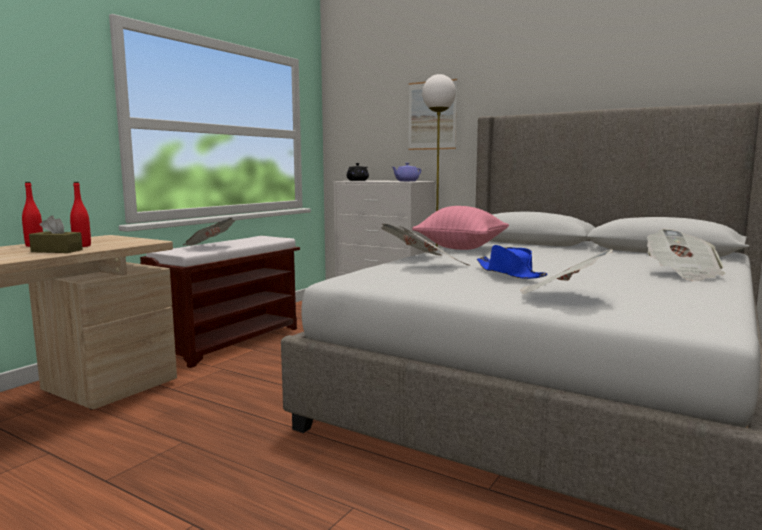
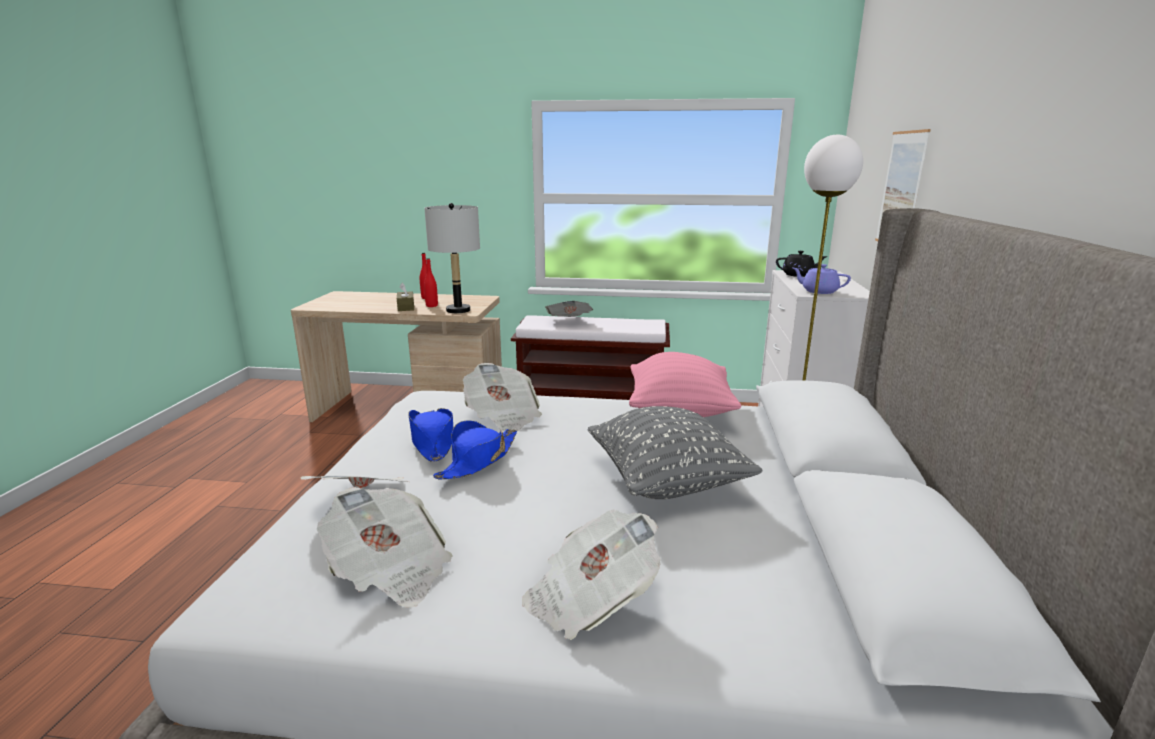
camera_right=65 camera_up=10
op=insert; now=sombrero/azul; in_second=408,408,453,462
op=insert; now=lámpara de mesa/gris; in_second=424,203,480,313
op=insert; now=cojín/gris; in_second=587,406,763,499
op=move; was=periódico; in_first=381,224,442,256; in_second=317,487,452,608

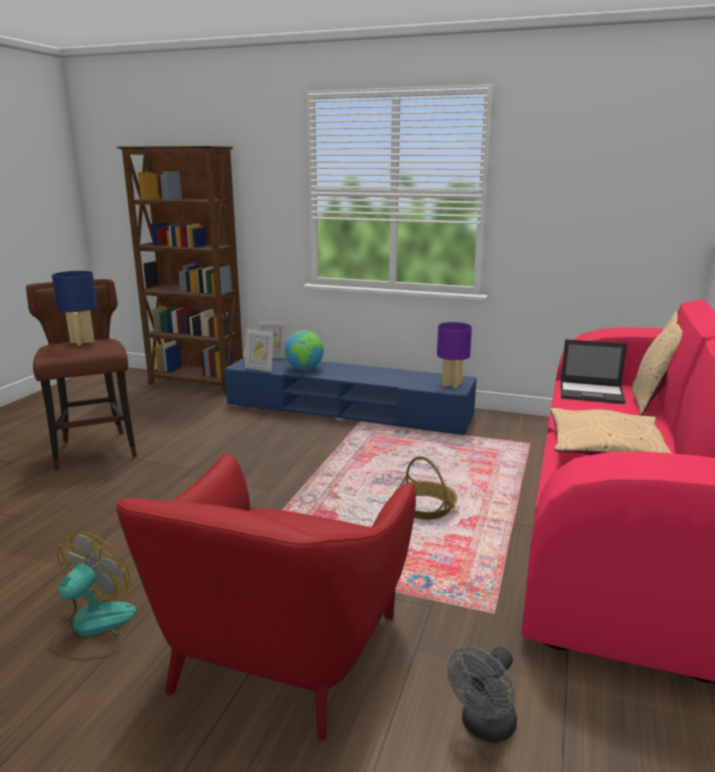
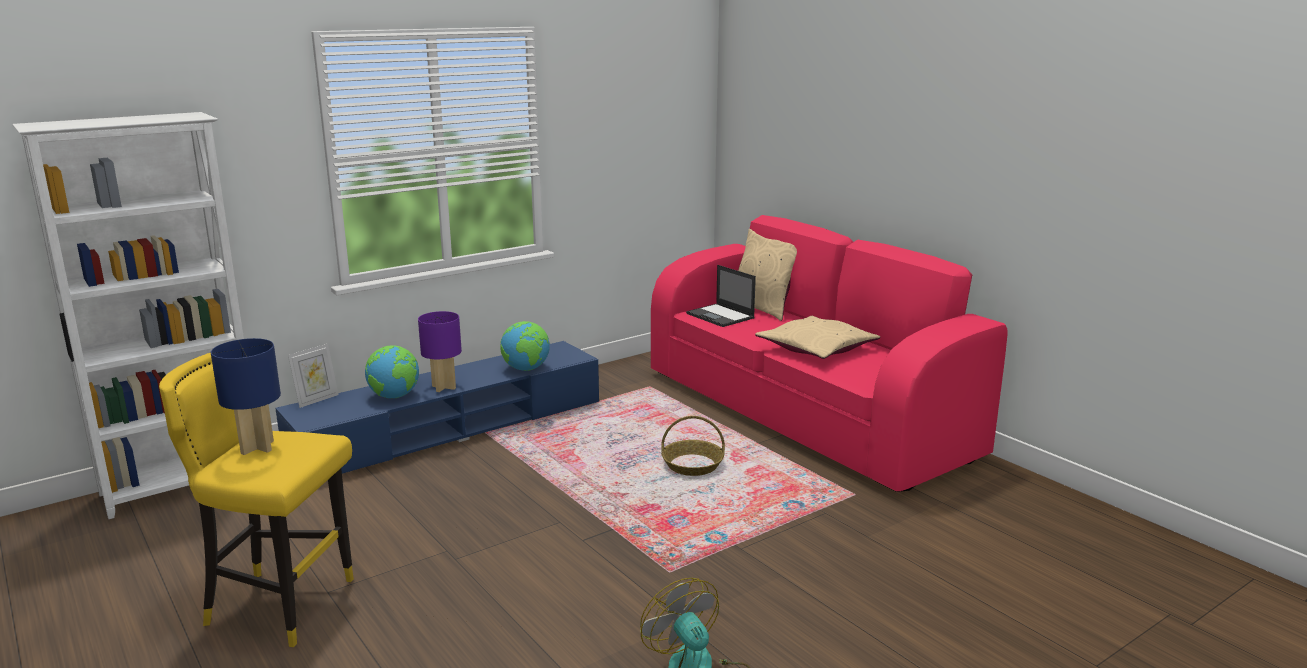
camera_right=-55 camera_up=0
op=delete; was=sillón/rojo; in_first=116,454,416,740
op=delete; was=portarretratos; in_first=245,328,274,372
op=delete; was=ventilador/gris; in_first=447,646,517,743
op=insert; now=globo terráqueo; in_second=500,321,550,371
op=move; was=lámpara de mesa/morado; in_first=437,322,472,388; in_second=418,311,462,392
op=recolor; was=taburete/marrón; now=taburete/amarillo; in_first=26,279,137,470; in_second=159,352,354,647
op=recolor; was=estantería/marrón; now=estantería/blanco; in_first=117,146,243,394; in_second=12,112,244,519
op=rotate; was=portátil; in_first=560,339,627,404; in_second=686,265,756,327; clockwise=90

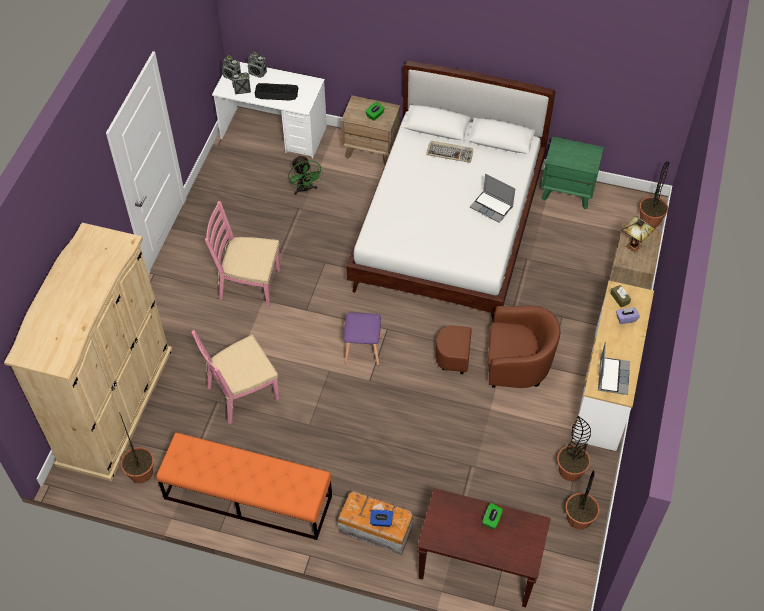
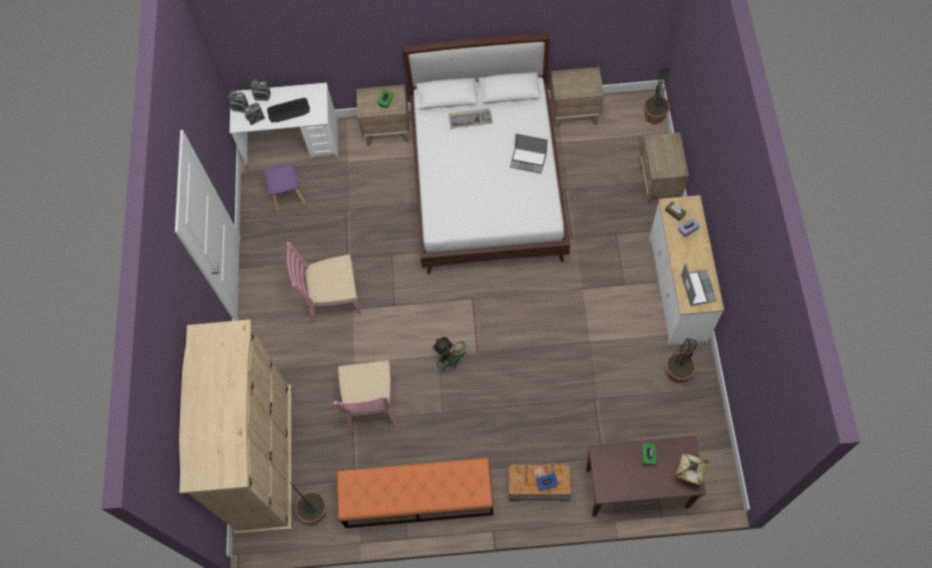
camera_right=-15 camera_up=10
op=delete; was=sillón/marrón; in_first=435,306,560,388
op=delete; was=planta en maceta; in_first=566,470,599,530
op=move; was=ventilador/verde; in_first=288,155,323,195; in_second=433,336,469,373
op=move; was=taburete/morado; in_first=344,313,382,366; in_second=264,163,306,213
op=move; was=lámpara de mesa; in_first=621,216,656,252; in_second=675,452,709,486
op=recolor; was=mesita de noche/verde; now=mesita de noche/marrón; in_first=541,136,604,209; in_second=550,67,604,129
op=rotate; was=silla/rosa; in_first=192,330,279,424; in_second=334,360,397,432; clockwise=-45

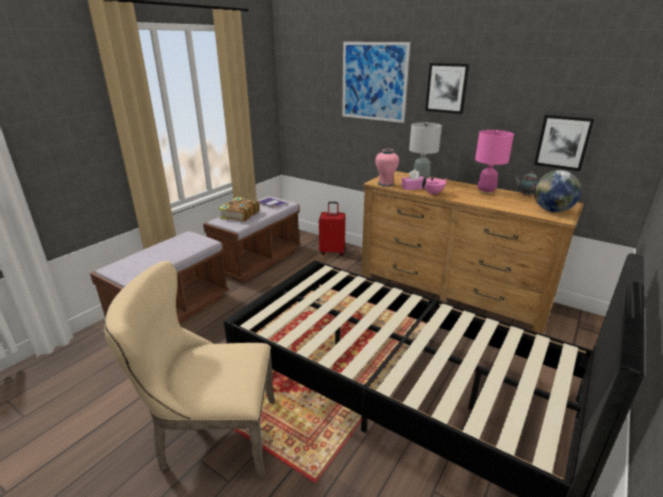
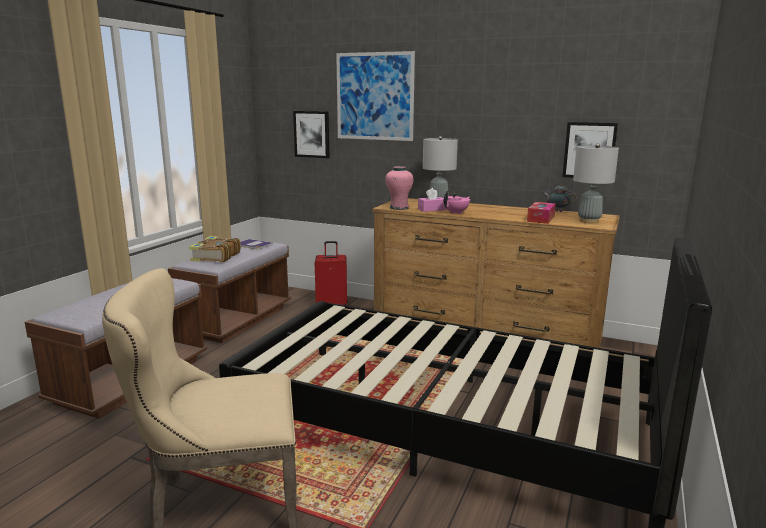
camera_right=-10 camera_up=-10
op=delete; was=lámpara de mesa/rosa; in_first=475,130,514,195
op=insert; now=caja de pañuelos; in_second=527,202,556,224
op=move; was=cuadro; in_first=425,63,470,114; in_second=293,111,330,158
op=replace; was=globo terráqueo; now=lámpara de mesa/gris; in_first=534,170,581,213; in_second=573,144,619,224

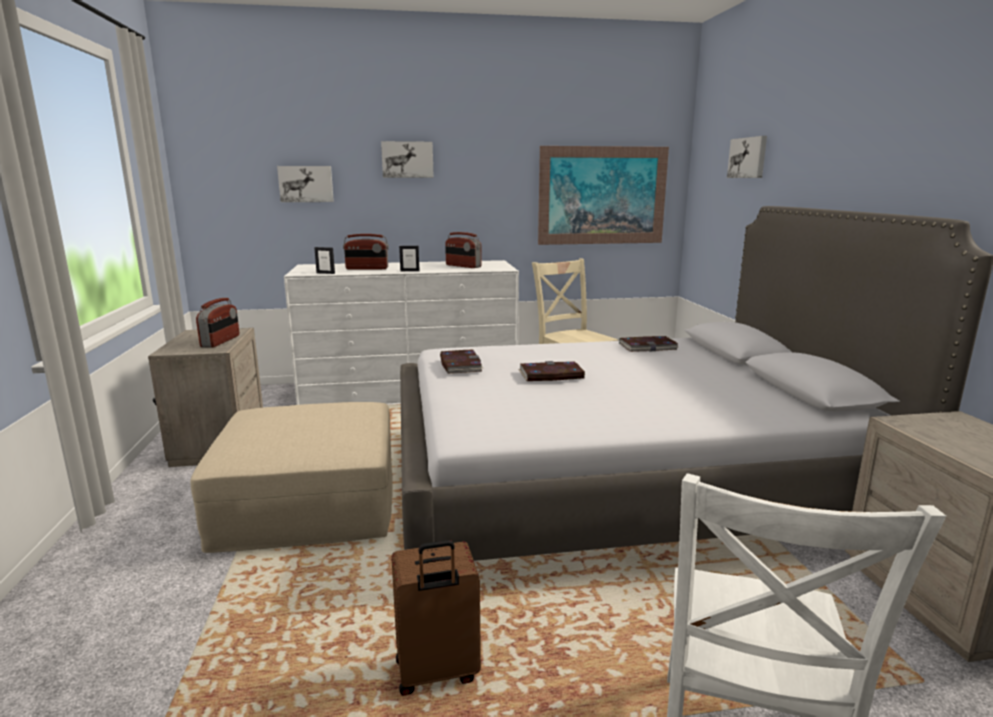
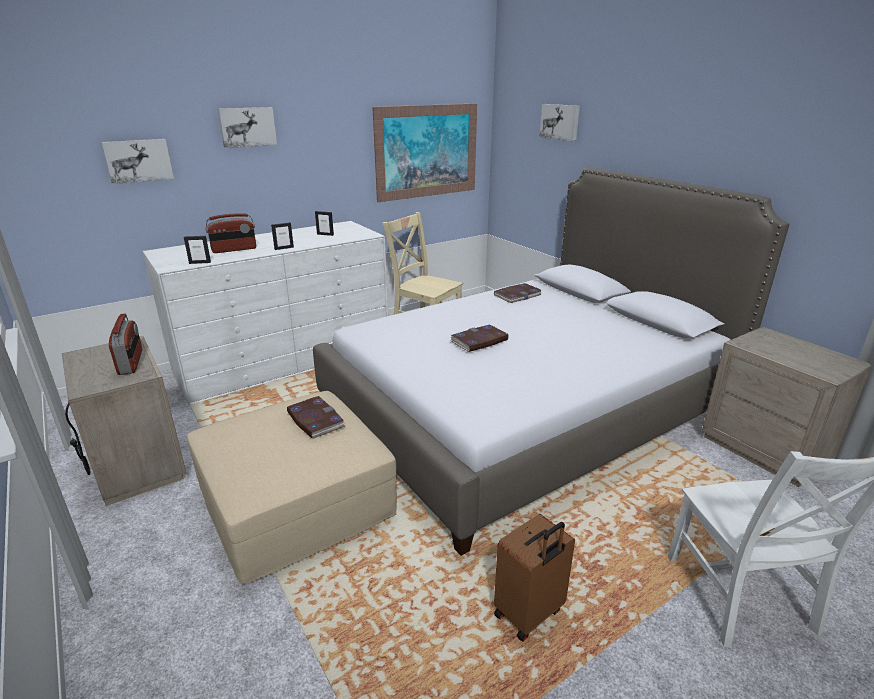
camera_right=-25 camera_up=10
op=move; was=libro; in_first=440,350,483,374; in_second=287,396,345,439
op=replace; was=radio; now=portarretratos; in_first=445,232,482,268; in_second=315,211,334,236

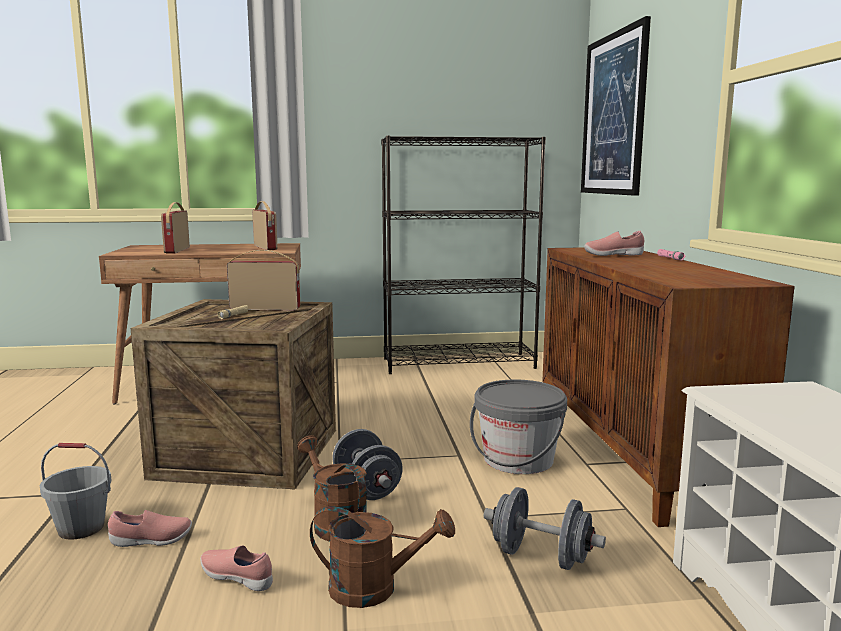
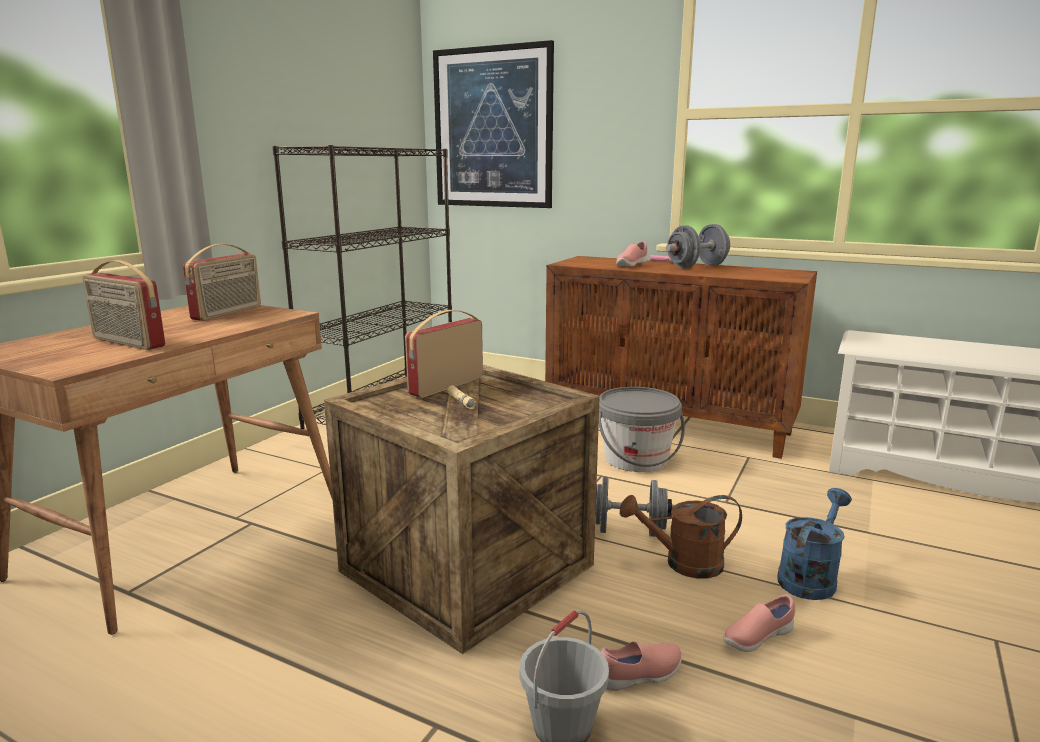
camera_right=-55 camera_up=5
op=move; was=mancuerna/gris; in_first=484,487,606,570; in_second=666,224,730,268
op=recolor; was=regadera/marrón; now=regadera/azul; in_first=310,506,455,608; in_second=778,488,852,600
op=rotate; was=zapato/rosa; in_first=108,510,192,547; in_second=601,642,682,691; clockwise=45
op=rotate; was=radio; in_first=252,201,278,250; in_second=183,244,261,321; clockwise=105

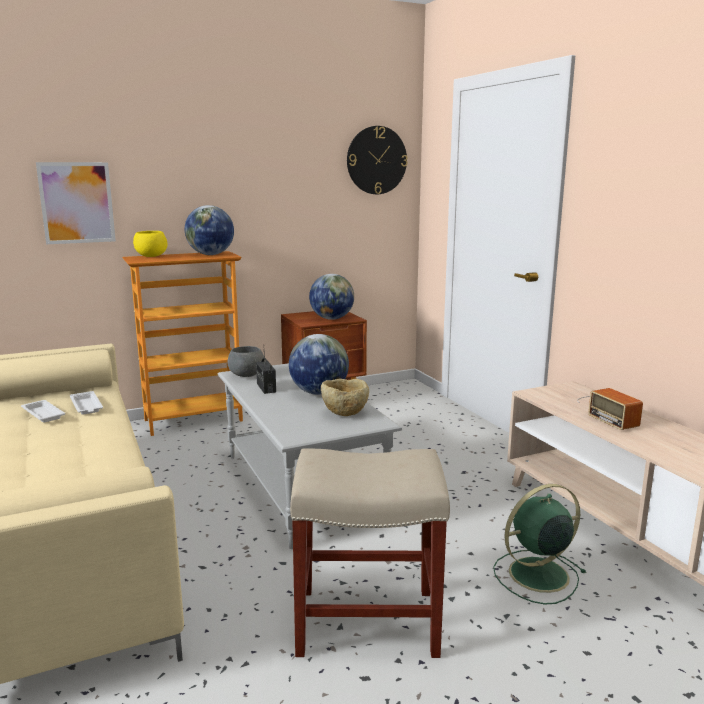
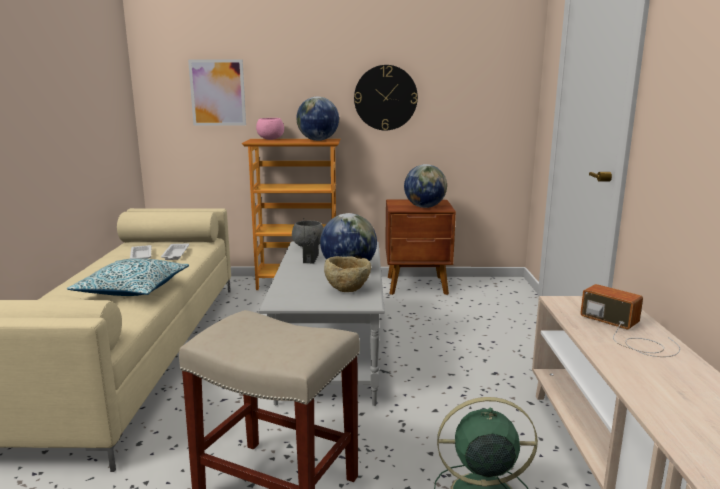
camera_right=25 camera_up=0
op=insert; now=cojín; in_second=67,258,189,296
op=move; was=reloj de pared; in_first=347,126,408,194; in_second=354,65,418,130
op=recolor; was=cuenco/amarillo; now=cuenco/rosa; in_first=133,231,167,257; in_second=256,118,284,140
op=rotate; was=radio; in_first=577,388,643,430; in_second=580,284,680,357; clockwise=135

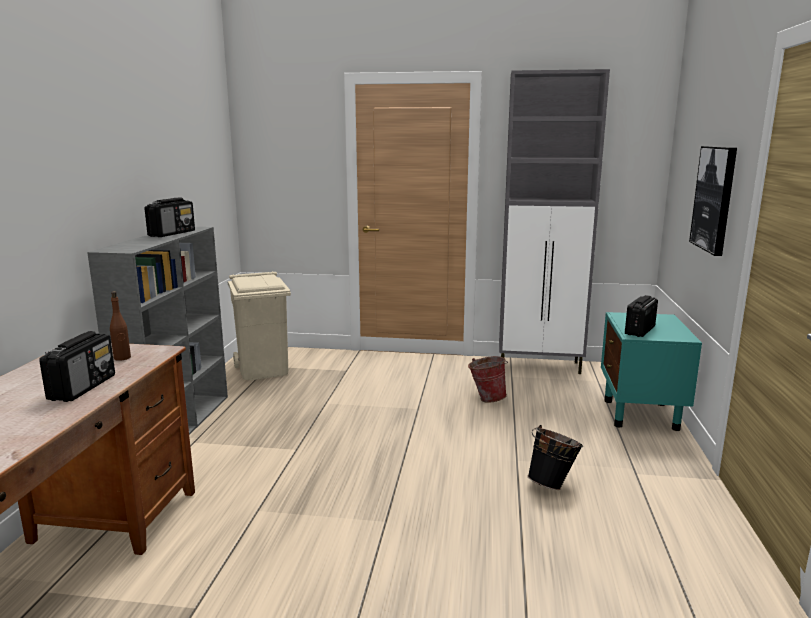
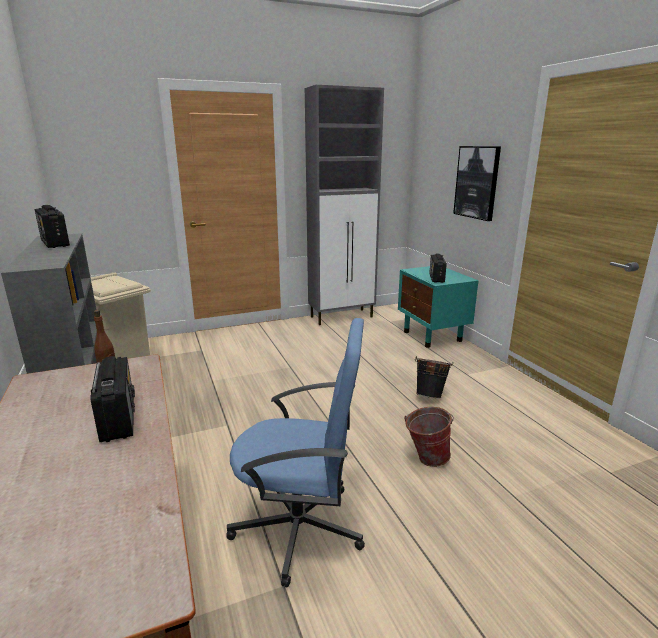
camera_right=-30 camera_up=5
op=insert; now=silla de oficina/azul; in_second=226,318,365,588
op=move; was=cubo; in_first=468,356,508,403; in_second=404,407,454,467
op=rotate; was=radio; in_first=144,197,195,237; in_second=35,205,70,248; clockwise=150

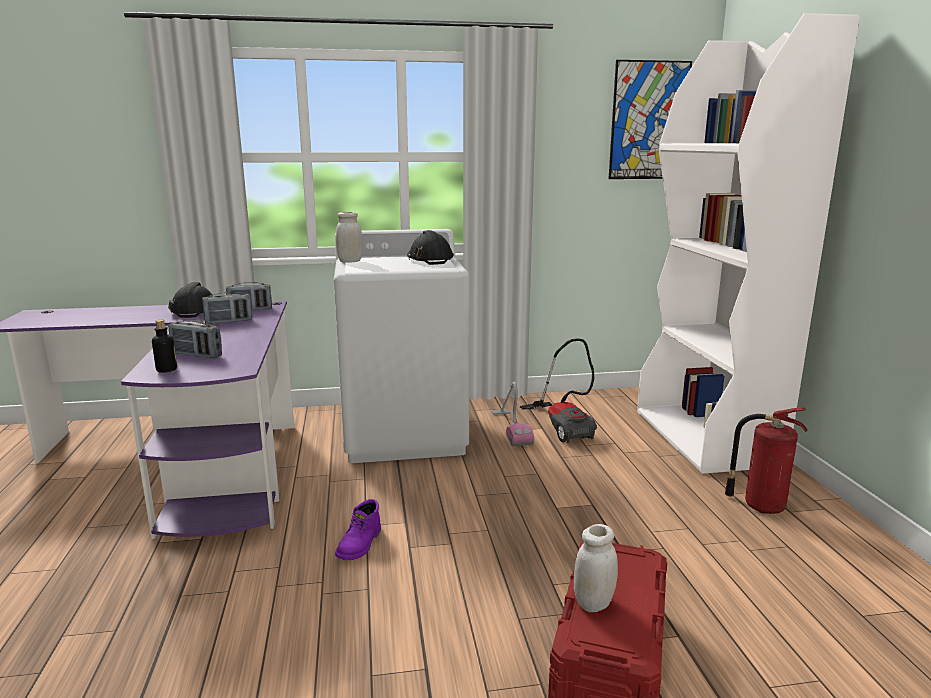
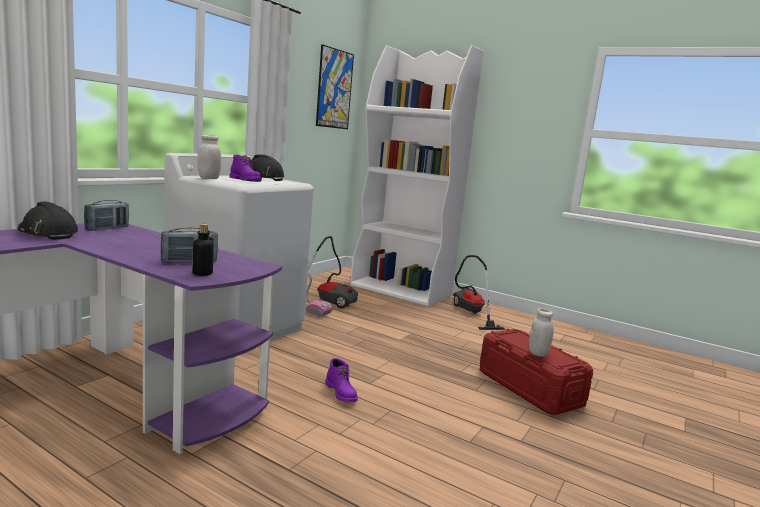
camera_right=-50 camera_up=-5
op=delete; was=radio; in_first=202,292,252,324
op=insert; now=bota/morado; in_second=229,155,262,182
op=replace; was=extintor; now=aspiradora; in_first=725,408,808,514; in_second=453,255,505,330

